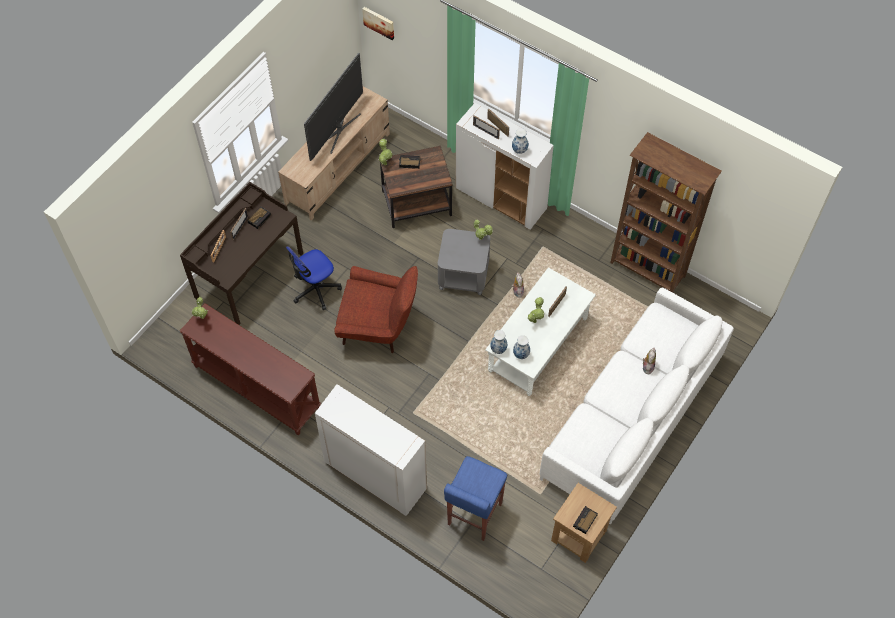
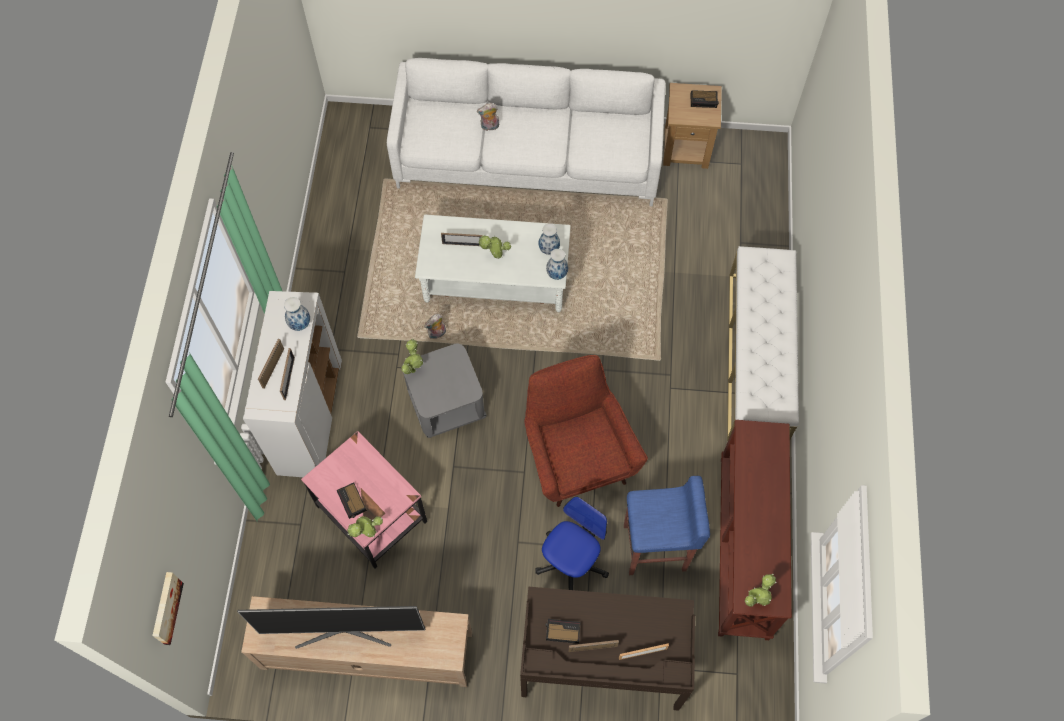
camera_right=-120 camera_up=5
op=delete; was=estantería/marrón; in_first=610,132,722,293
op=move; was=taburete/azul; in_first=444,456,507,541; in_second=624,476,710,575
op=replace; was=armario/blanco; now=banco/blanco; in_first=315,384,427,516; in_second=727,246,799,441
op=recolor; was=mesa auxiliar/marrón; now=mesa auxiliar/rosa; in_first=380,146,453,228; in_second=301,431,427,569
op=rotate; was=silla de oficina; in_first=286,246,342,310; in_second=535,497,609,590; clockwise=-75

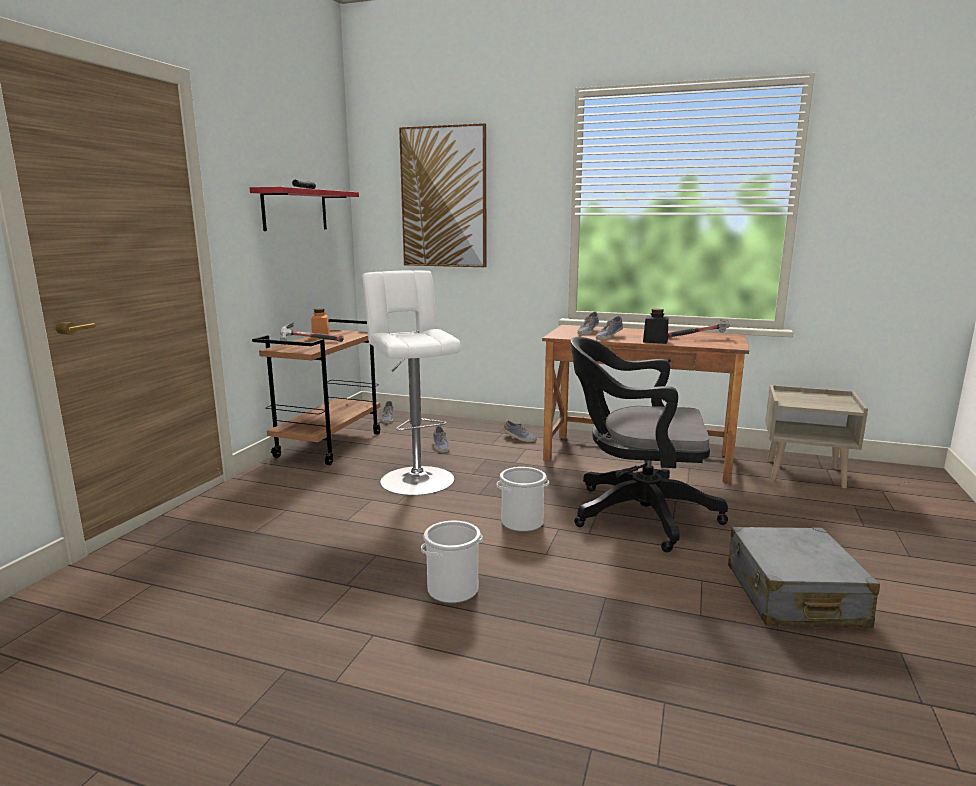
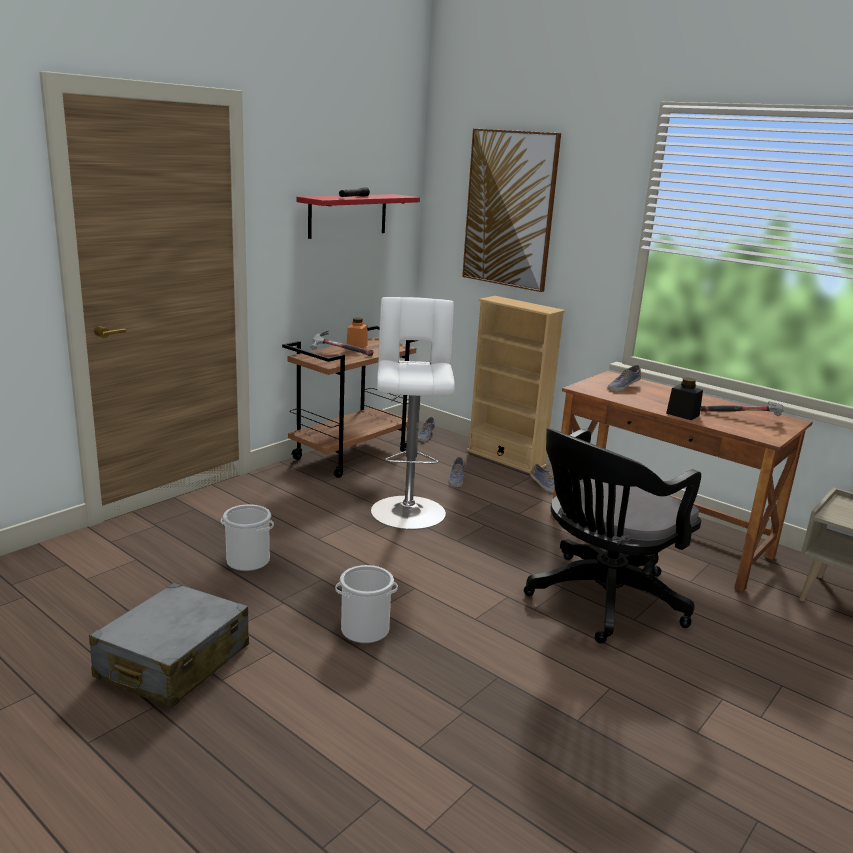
camera_right=20 camera_up=5
op=delete; was=zapato; in_first=596,316,623,340
op=insert; now=estantería/beis; in_second=467,296,565,473
op=move; was=cubo; in_first=497,467,549,532; in_second=221,505,274,571
op=move; was=maleta/gris; in_first=728,527,880,628; in_second=89,583,249,708
op=rotate; was=silla de oficina/negro; in_first=570,337,728,553; in_second=524,428,701,644; clockwise=-75

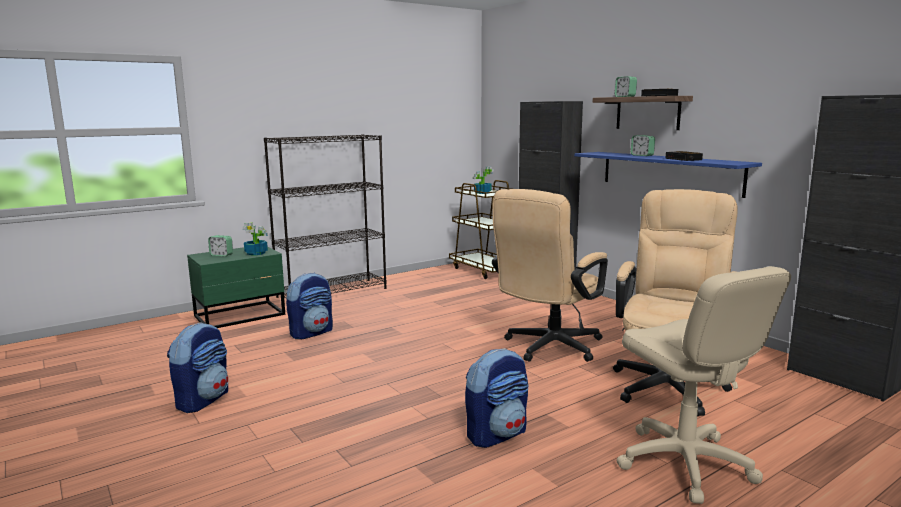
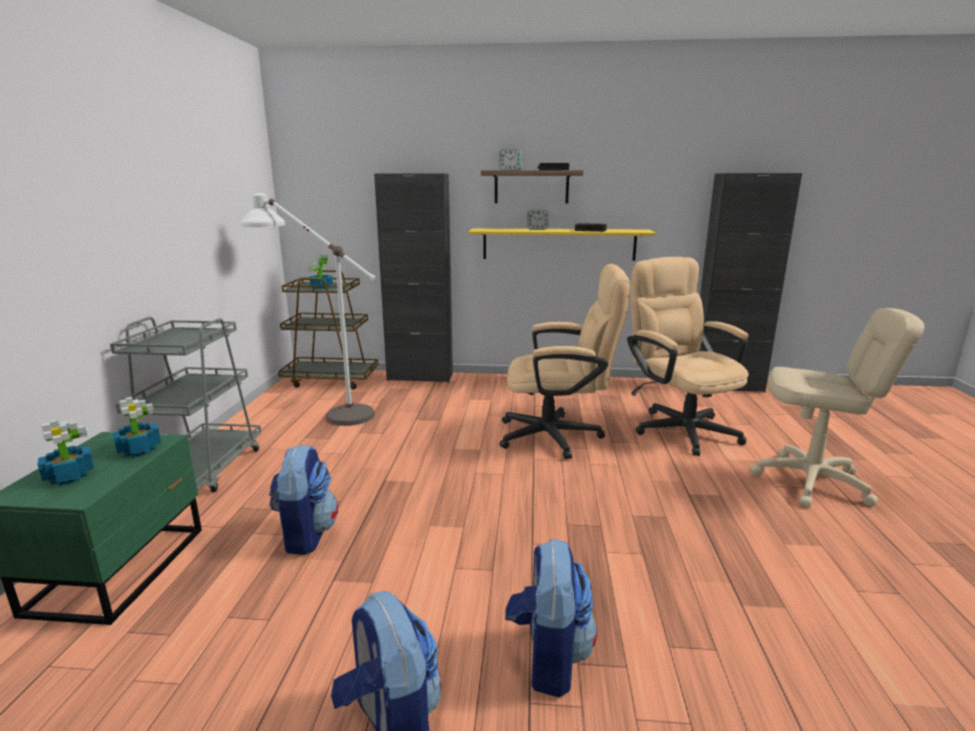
camera_right=-50 camera_up=5
op=insert; now=lámpara de pie/blanco; in_second=241,193,376,426
op=move; was=mochila; in_first=465,348,529,448; in_second=505,538,597,697
op=replace; was=despertador; now=planta en maceta; in_first=208,235,233,256; in_second=38,419,94,485
op=replace; was=estantería/negro; now=carrito/gris; in_first=264,134,387,299; in_second=110,317,261,492
op=recolor; was=estante/azul; now=estante/amarillo; in_first=575,152,762,198; in_second=468,228,657,261
op=rotate; was=silla de oficina/beis; in_first=492,189,608,362; in_second=499,264,630,459; clockwise=-75

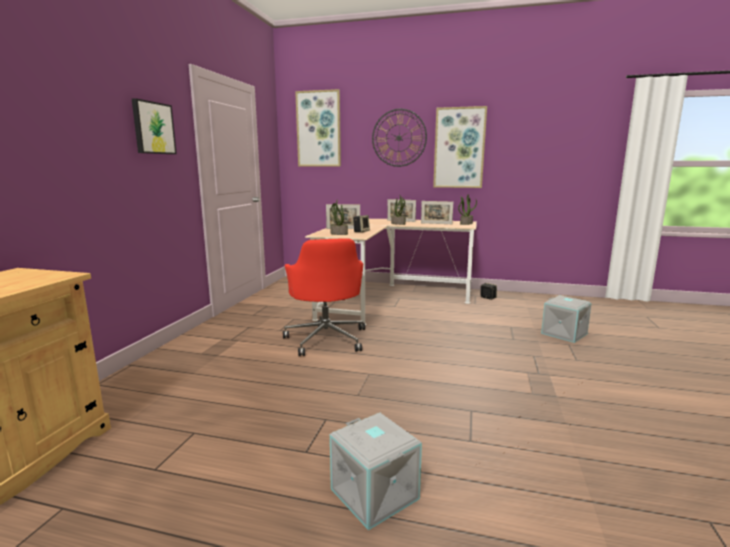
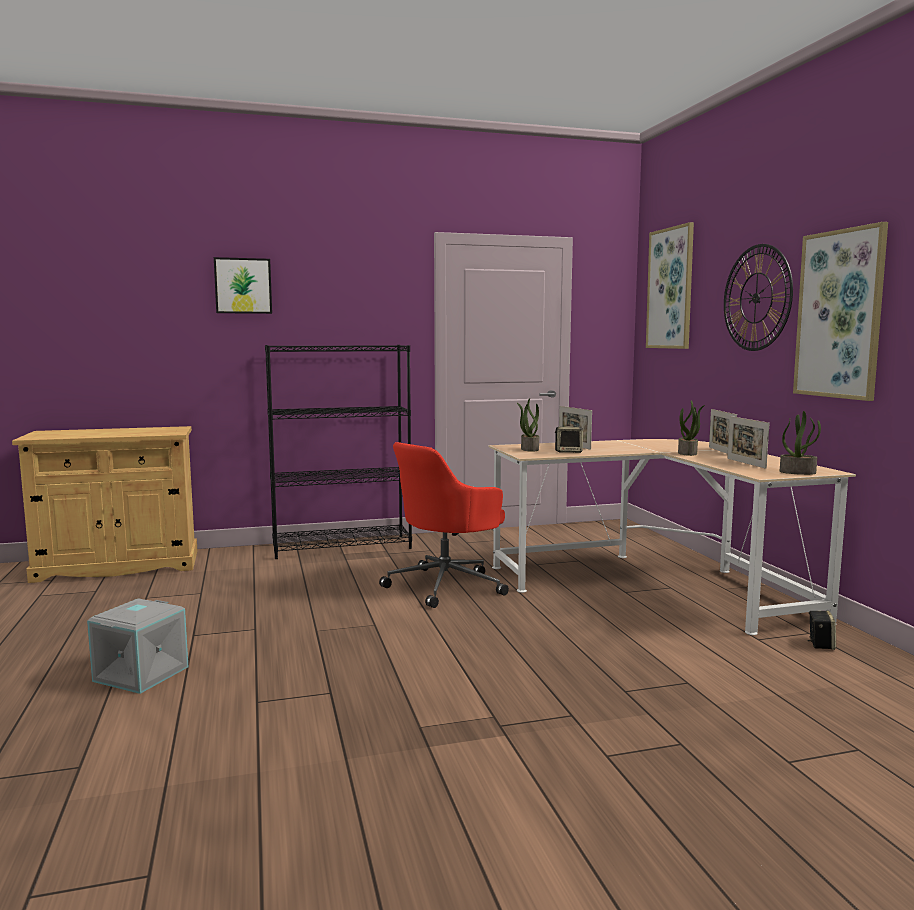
camera_right=60 camera_up=-5
op=delete; was=caja de almacenaje/gris; in_first=541,295,592,343
op=insert; now=estantería/negro; in_second=265,345,412,559
op=move; was=cuadro; in_first=132,98,177,154; in_second=214,257,272,314

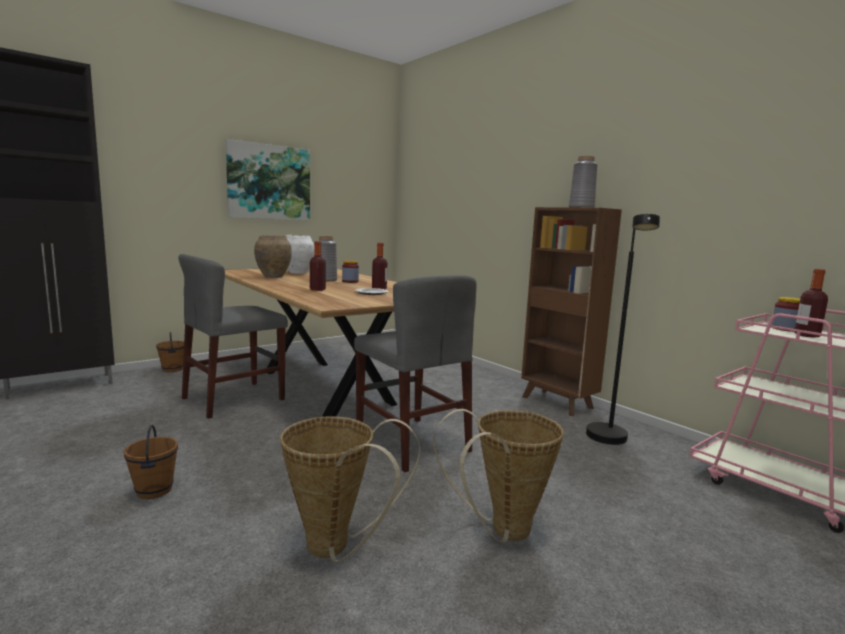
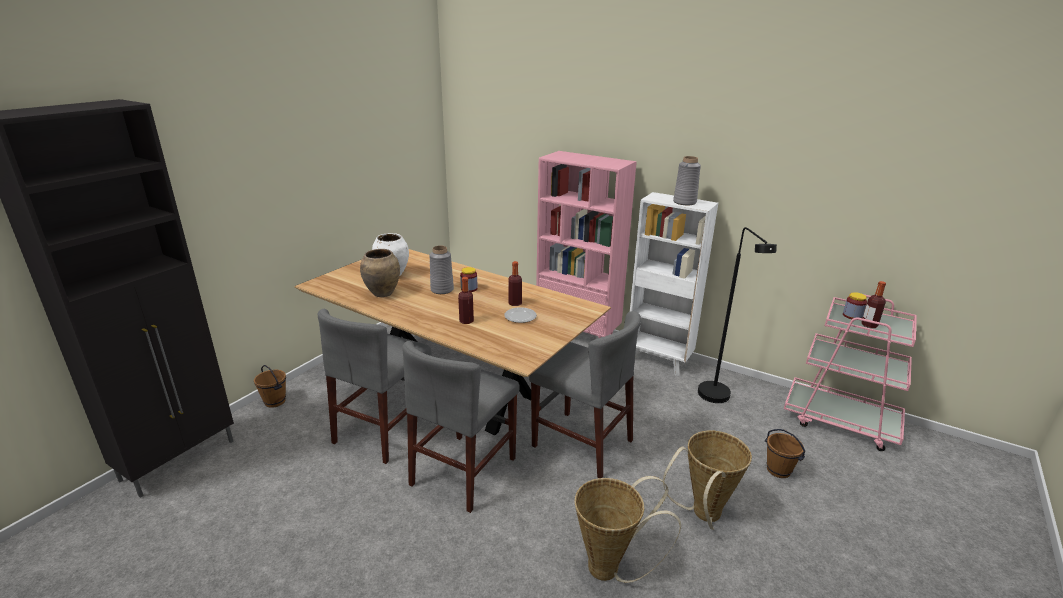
camera_right=-20 camera_up=15
op=delete; was=cuadro; in_first=226,139,310,220
op=insert; now=silla/gris; in_second=402,341,520,513
op=insert; now=estantería/rosa; in_second=536,151,637,338
op=move; was=cubo/marrón; in_first=124,425,178,499; in_second=765,429,805,478
op=recolor; was=estantería/marrón; now=estantería/blanco; in_first=521,207,622,416; in_second=630,192,718,376

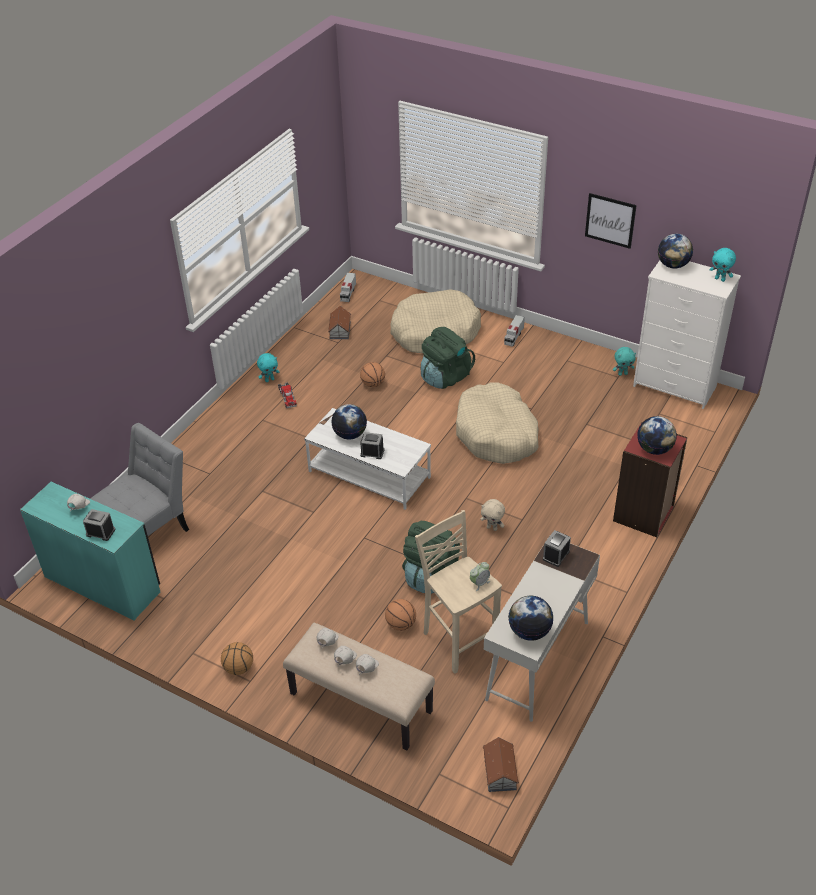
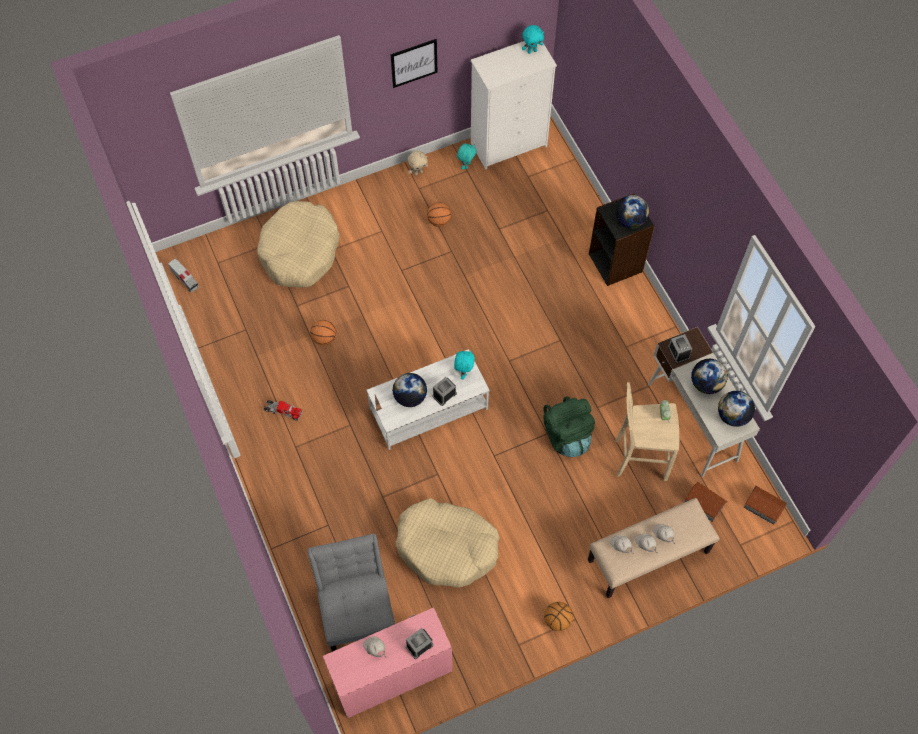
camera_right=-55 camera_up=20
op=delete; was=mochila/verde; in_first=421,327,475,389
op=delete; was=camión de juguete; in_first=504,315,525,347
op=move; was=peluche/turquesa; in_first=257,353,279,382; in_second=454,350,475,380
op=move; was=casita; in_first=328,306,351,339; in_second=685,482,727,522
op=move; was=balón de baloncesto; in_first=385,599,416,631; in_second=427,202,452,227
op=move; was=cama para perro/beis; in_first=456,382,539,464; in_second=395,498,500,588
op=move; was=peluche/beis; in_first=480,499,505,531; in_second=408,151,428,176
op=move; was=globo terráqueo; in_first=658,234,693,269; in_second=691,359,728,394
op=recolor; was=escritorio/turquesa; now=escritorio/rosa; in_first=20,482,160,620; in_second=323,607,452,718
op=recolor; was=estantería/rojo; now=estantería/negro; in_first=613,422,687,537; in_second=589,193,655,286

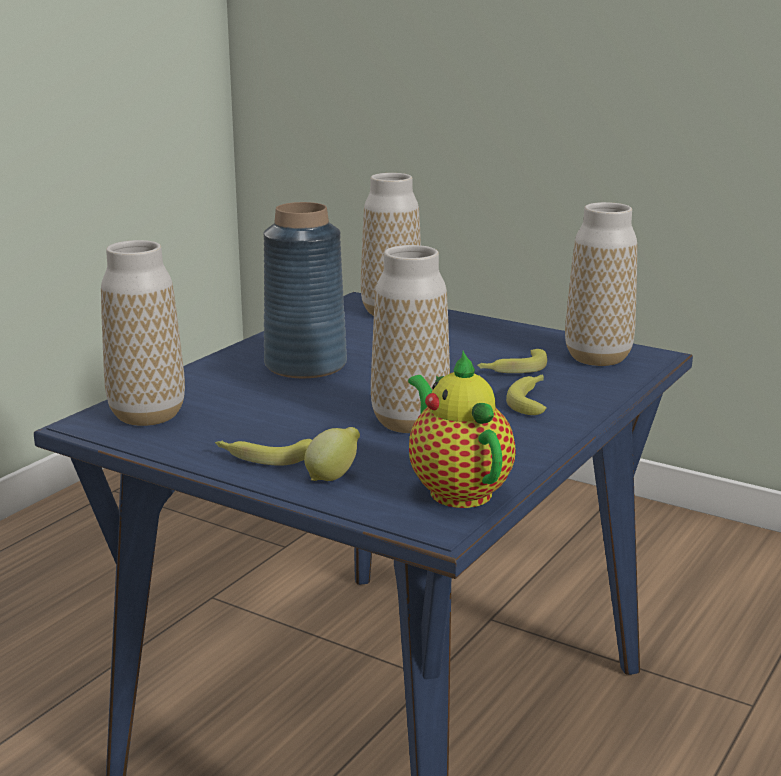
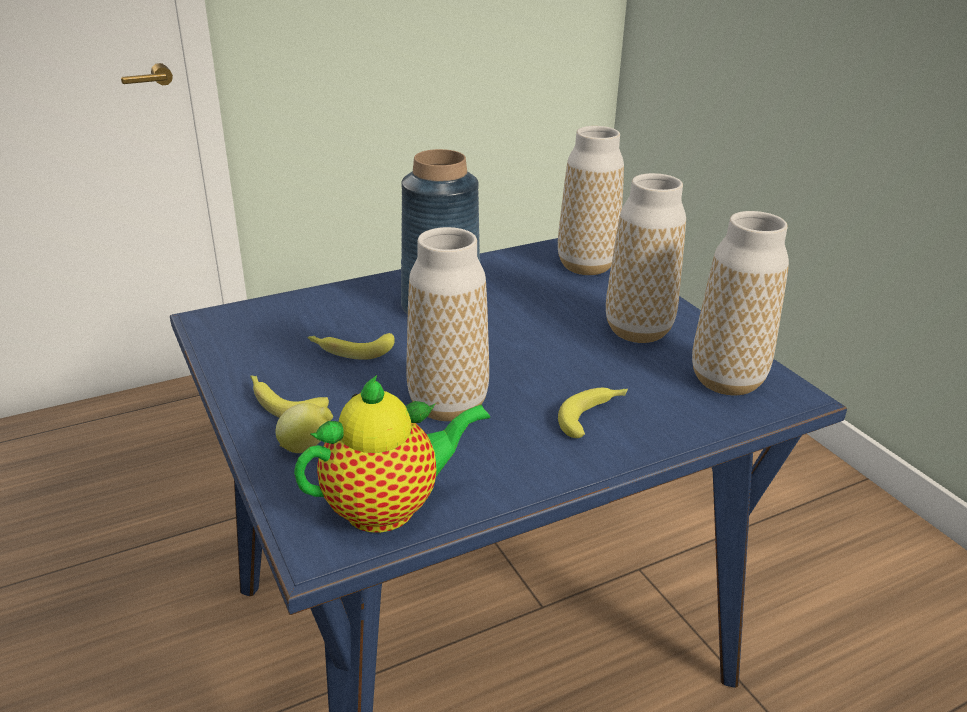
camera_right=30 camera_up=10
op=move; was=florero; in_first=101,240,185,426; in_second=606,173,686,343
op=move; was=plátano; in_first=477,349,547,373; in_second=307,333,395,360
op=rotate; was=tetera; in_first=408,351,516,508; in_second=294,375,490,533; clockwise=60

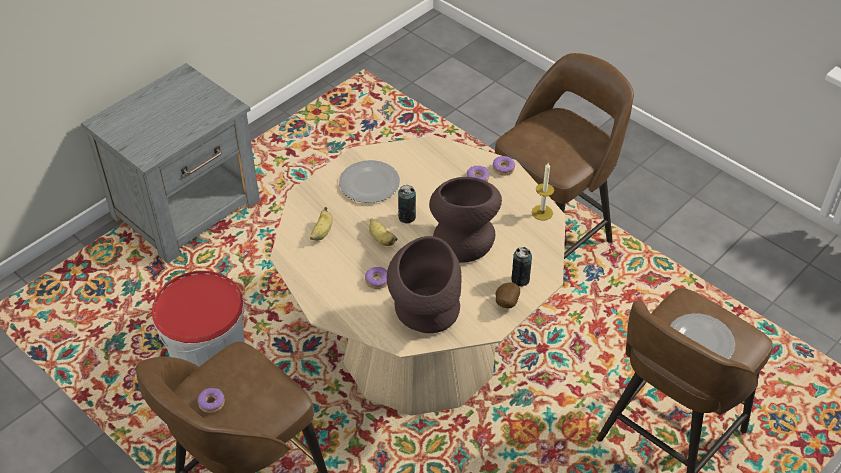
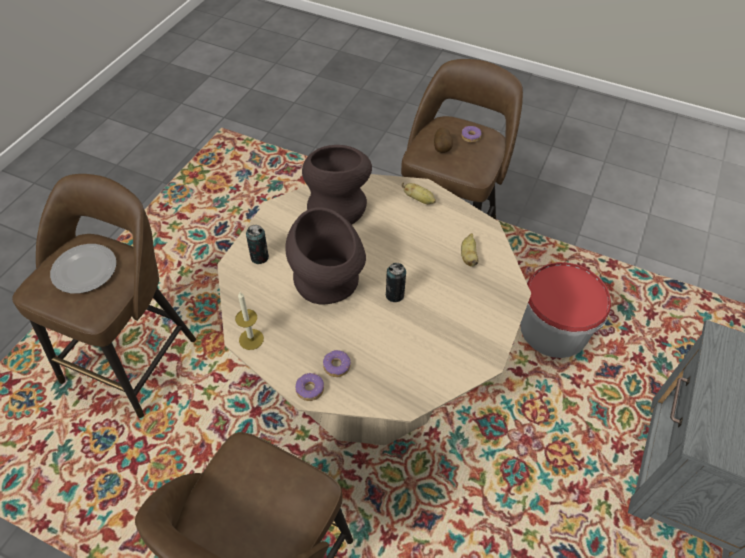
camera_right=160 camera_up=5
op=delete; was=plato; in_first=339,160,400,203
op=delete; was=rosquilla; in_first=365,267,387,289
op=move; was=plátano; in_first=369,218,398,246; in_second=402,182,436,204
op=move; was=patata; in_first=496,282,520,308; in_second=434,127,453,153

